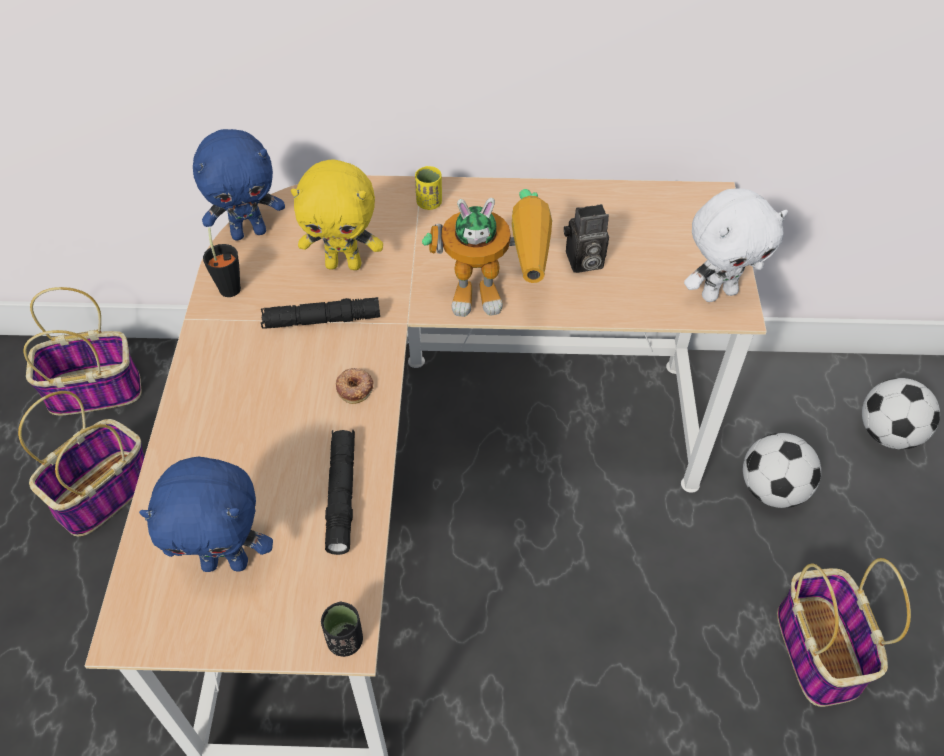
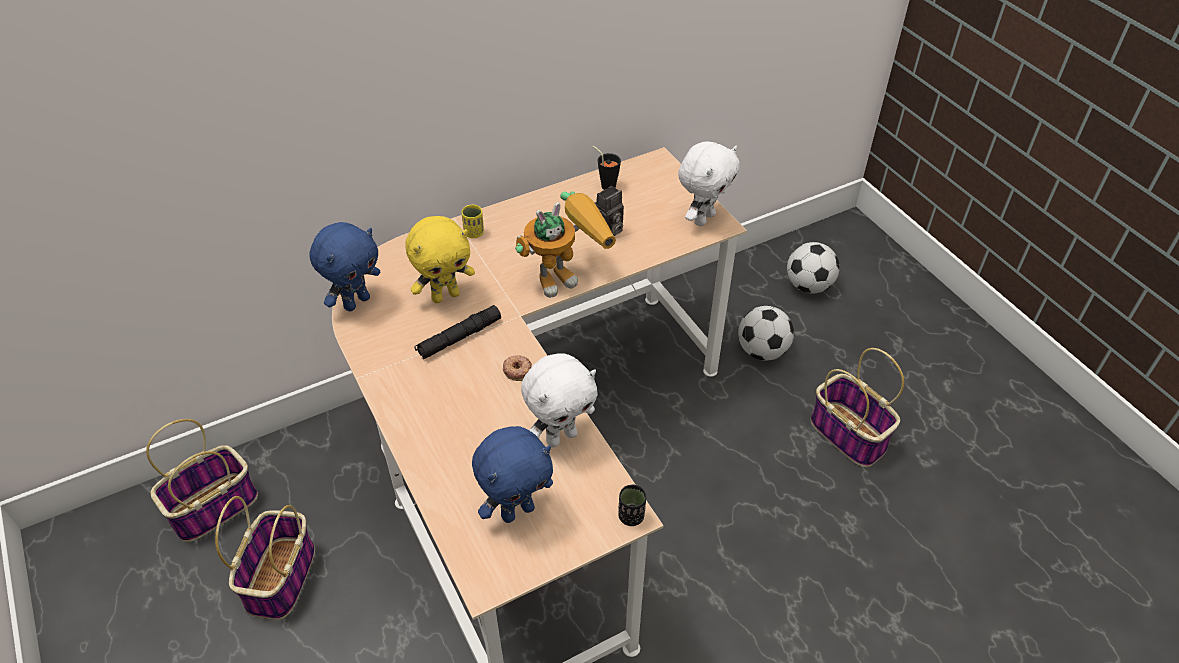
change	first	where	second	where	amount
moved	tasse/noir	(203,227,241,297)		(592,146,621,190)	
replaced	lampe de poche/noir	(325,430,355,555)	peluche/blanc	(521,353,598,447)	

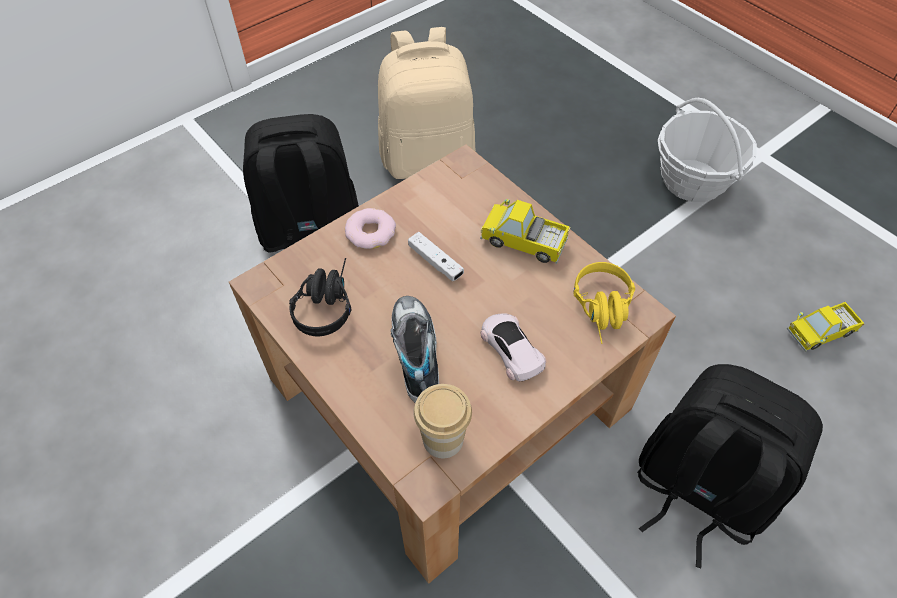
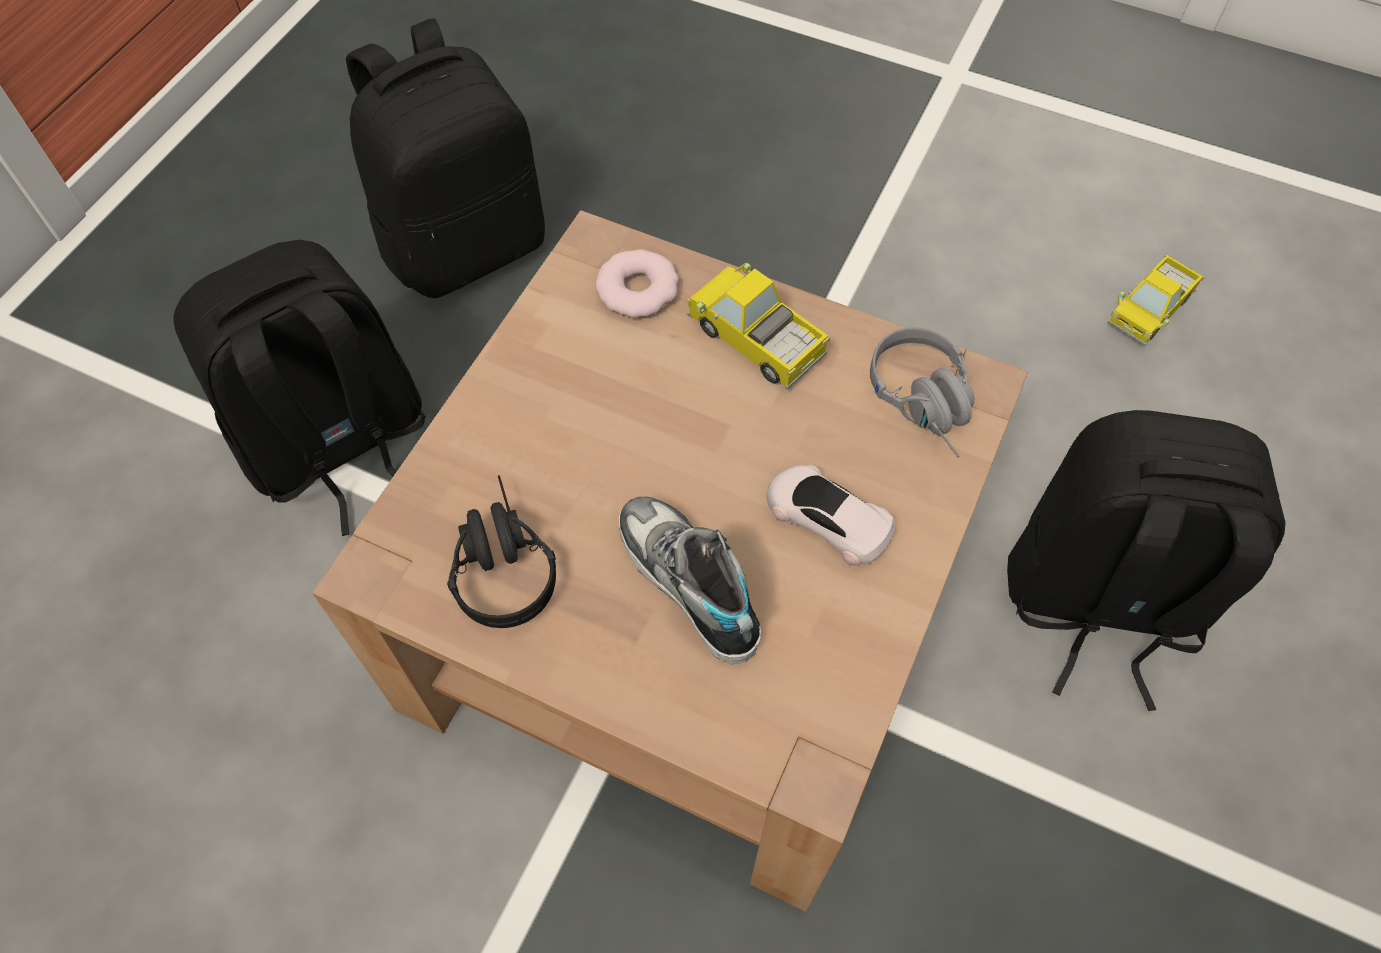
change	first	where	second	where	amount
moved	beignet	(345,208,396,249)		(595,249,679,318)	
recoloured	sac à dos/beige	(378,27,476,179)	sac à dos/noir	(346,18,545,298)	
removed	manette/blanc	(408,232,464,281)			
removed	tasse	(414,384,472,458)			
turned	camion jouet	(480,199,571,264)		(687,263,830,390)	45 degrees clockwise
recoloured	casque audio/jaune	(573,262,635,344)	casque audio/gris	(870,327,974,457)	
removed	panier	(658,98,757,202)			

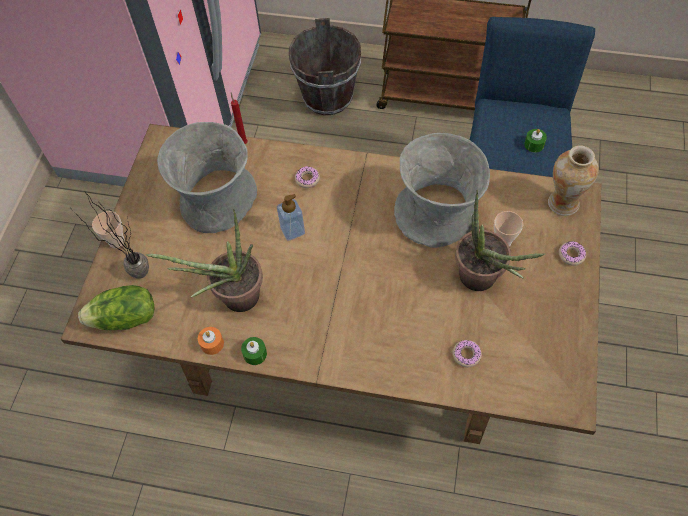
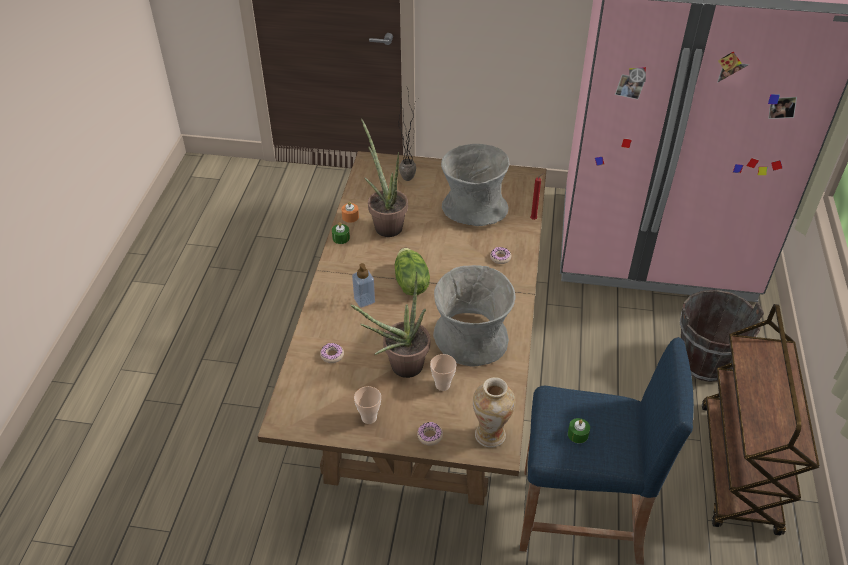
change	first	where	second	where	amount
moved	laitue	(78,285,154,330)		(395,248,430,295)	
moved	tasse	(92,211,125,248)		(354,386,381,424)	
moved	distributeur de savon	(277,194,305,241)		(352,263,375,308)	

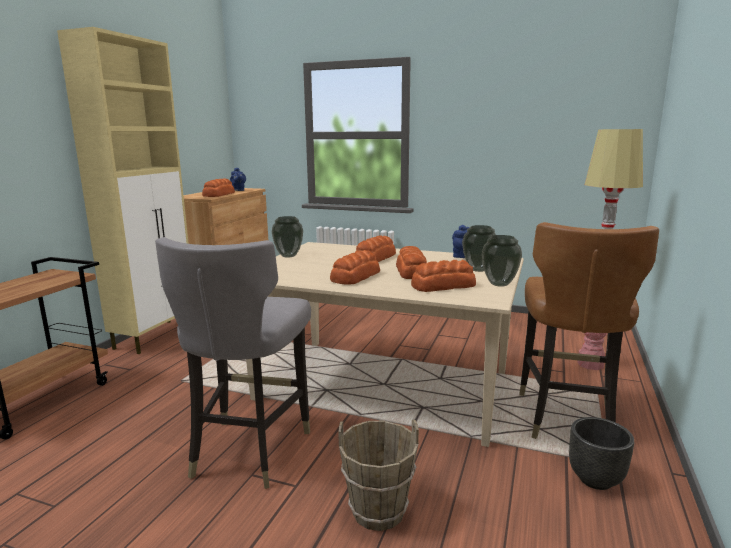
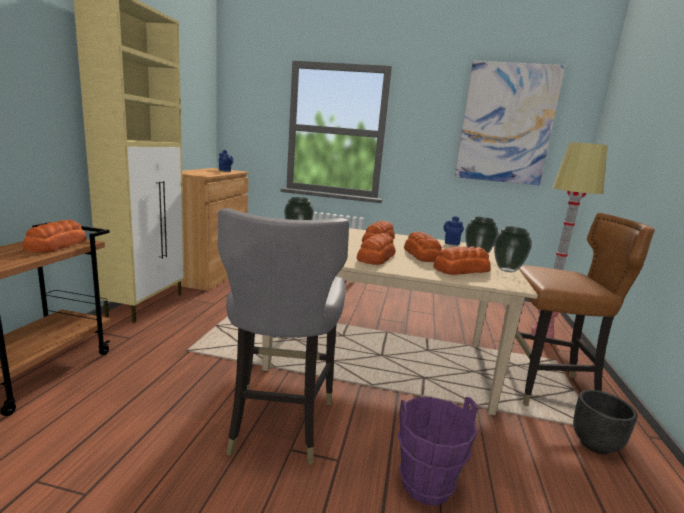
change	first	where	second	where	amount
moved	pain	(202,179,235,197)		(23,220,87,253)	
recoloured	seau/marron	(338,420,419,531)	seau/violet	(397,397,478,506)	
turned	chaise/marron	(519,222,659,439)		(515,213,655,406)	90 degrees counterclockwise
added			tableau	(455,61,566,185)	

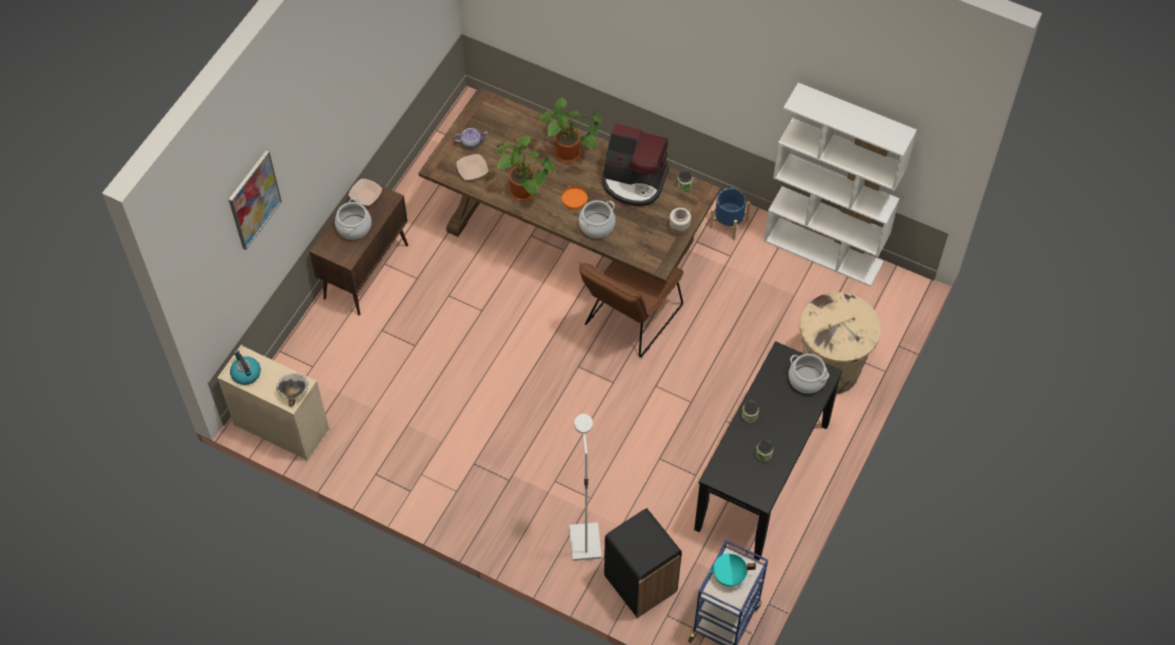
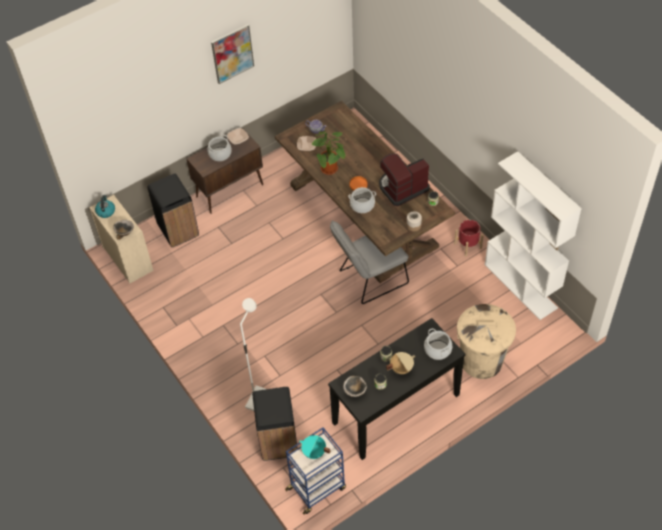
change	first	where	second	where	amount
moved	tableau	(229,150,282,250)		(211,24,254,84)	
removed	plante en pot	(537,98,602,163)			
recoloured	chaise/marron	(579,261,684,357)	chaise/gris	(330,220,409,304)	
turned	machine à café	(602,124,669,207)		(379,153,430,206)	105 degrees clockwise
recoloured	cache-pot/bleu	(710,188,750,240)	cache-pot/rouge	(454,220,484,257)	
added			poubelle/noir	(147,174,199,247)	
added			bol	(343,376,367,397)	
added			marmite/beige	(386,352,415,374)	

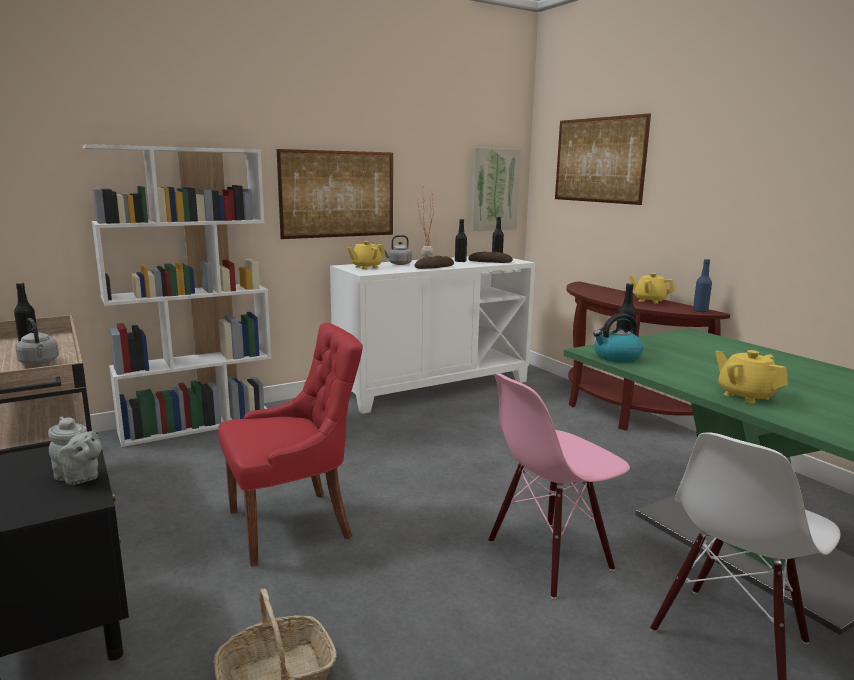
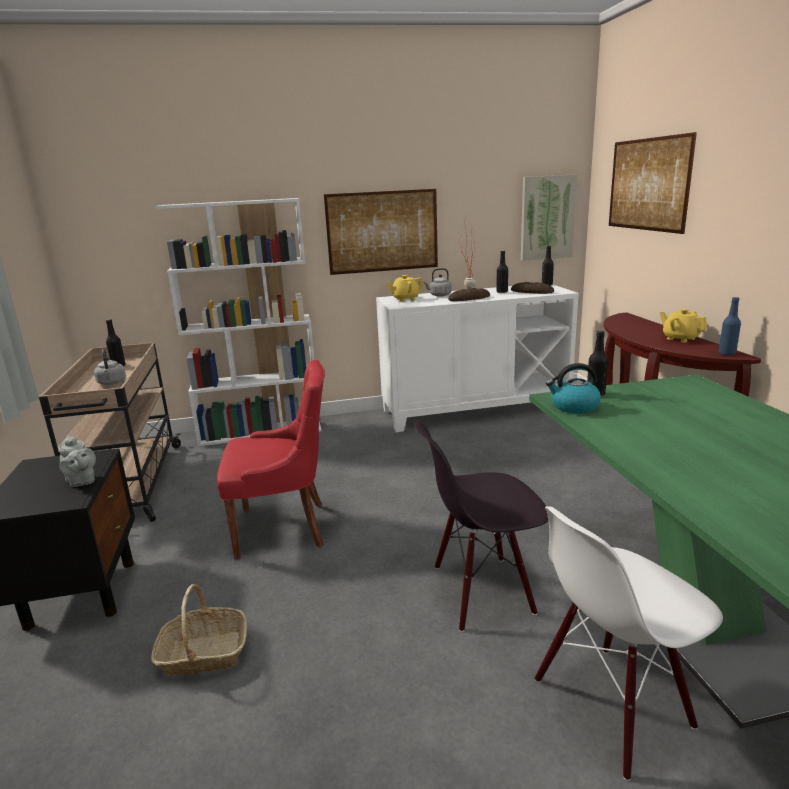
change	first	where	second	where	amount
recoloured	chaise/rose	(488,373,630,599)	chaise/noir	(414,421,549,632)	
removed	théière/jaune	(715,350,788,404)			

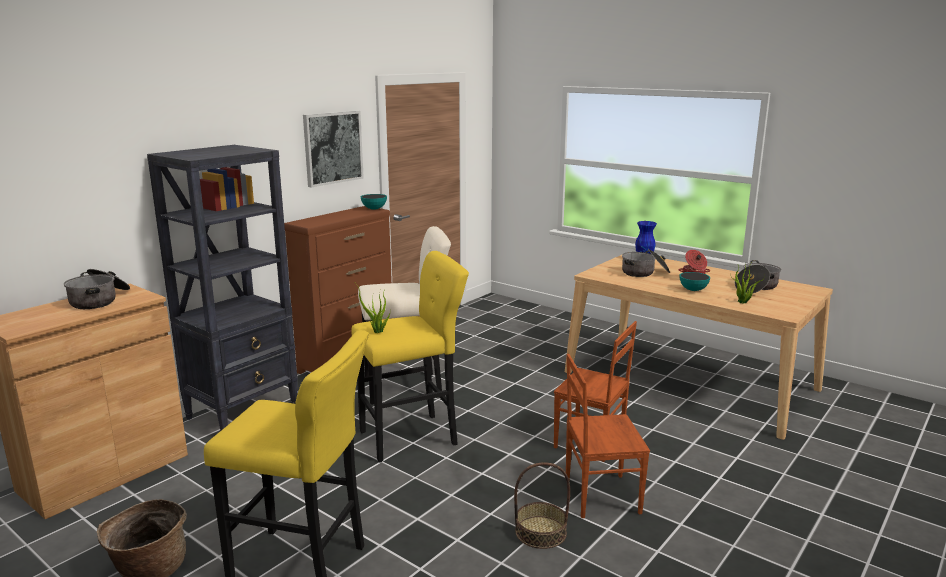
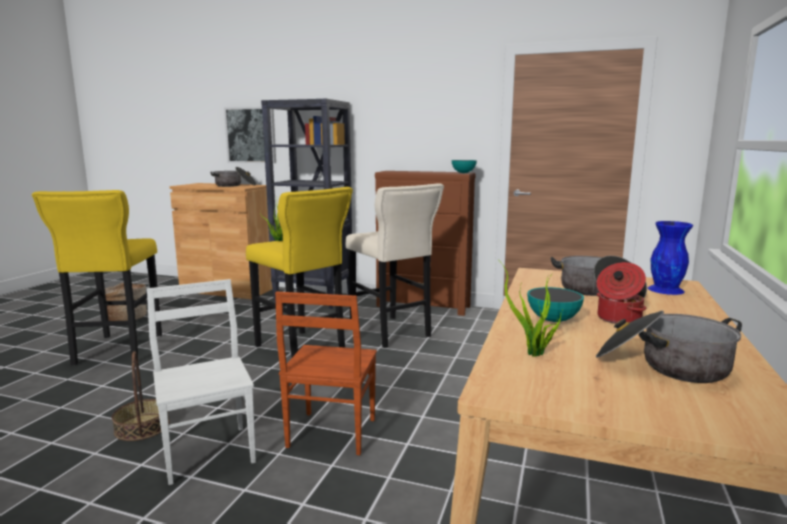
change	first	where	second	where	amount
moved	tableau	(303,111,364,187)		(224,107,276,163)	
recoloured	chaise/marron	(566,354,650,518)	chaise/blanc	(147,279,256,485)	

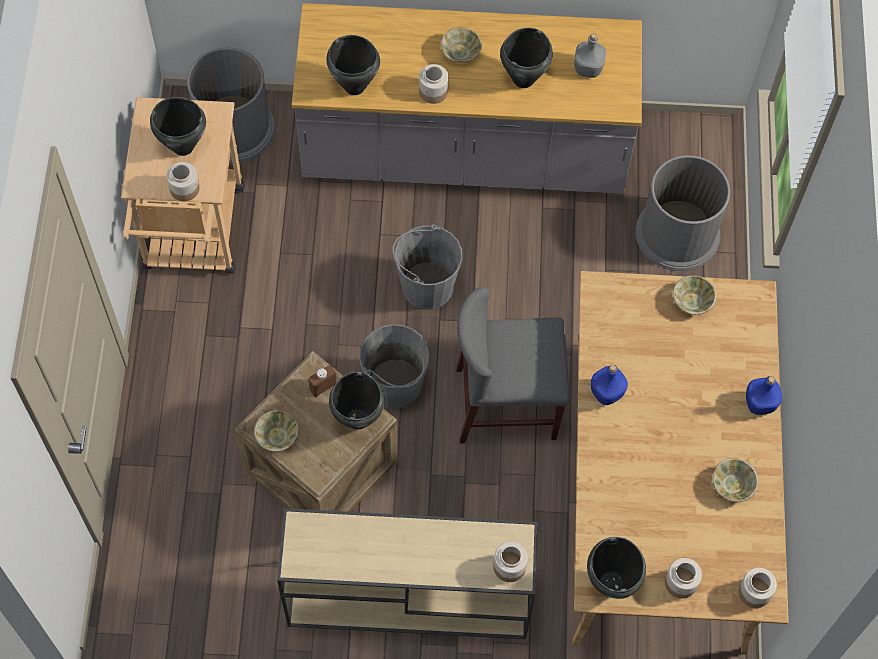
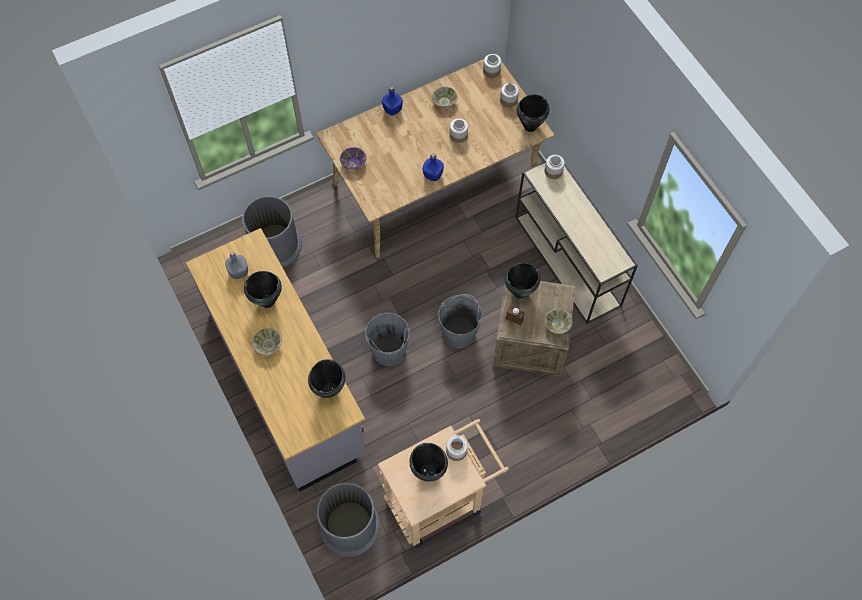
change	first	where	second	where	amount
moved	bocal	(419,64,449,104)		(450,118,468,143)	
removed	chaise/gris	(456,287,570,443)			
recoloured	bol/beige	(673,275,717,315)	bol/violet	(340,147,366,170)	

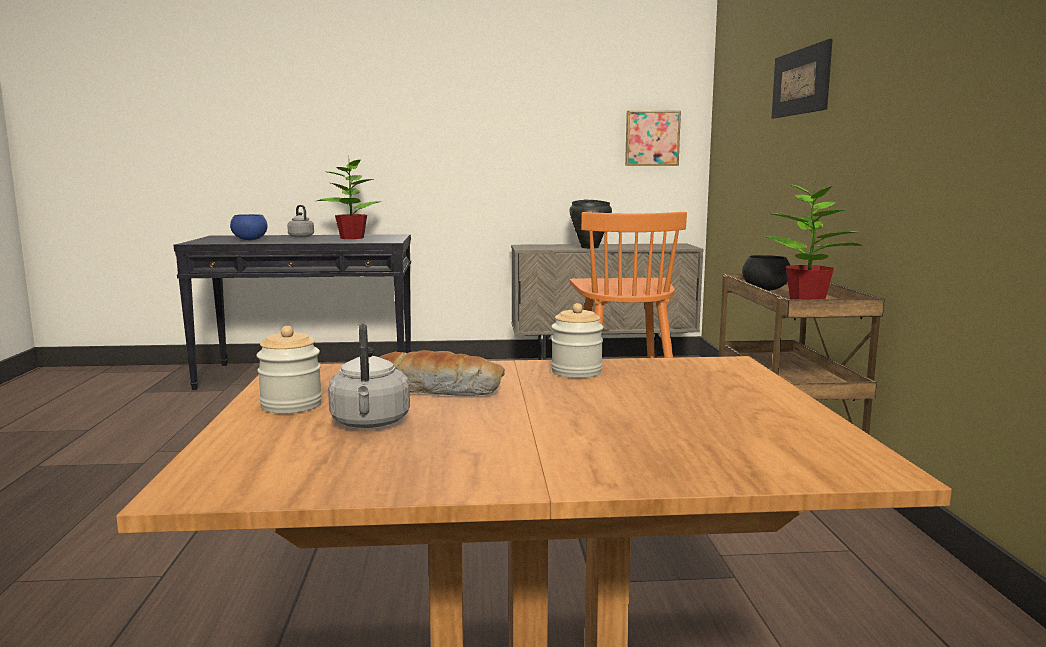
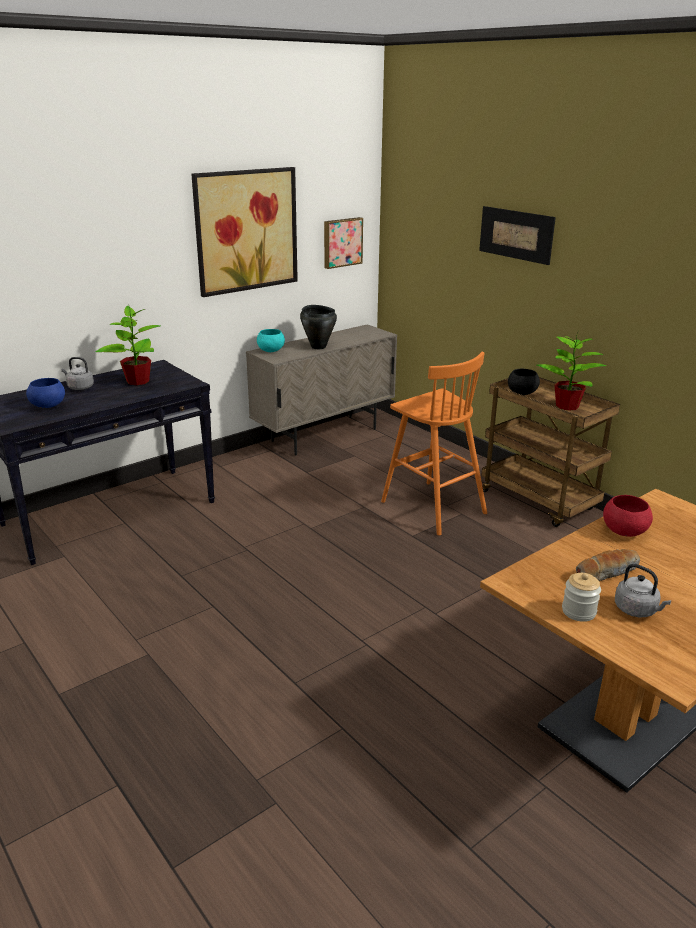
change	first	where	second	where	amount
replaced	bocal	(551,303,603,378)	bol/rouge	(603,495,653,537)	
added			tableau	(191,167,298,297)	
added			bol/turquoise	(257,329,285,352)	

